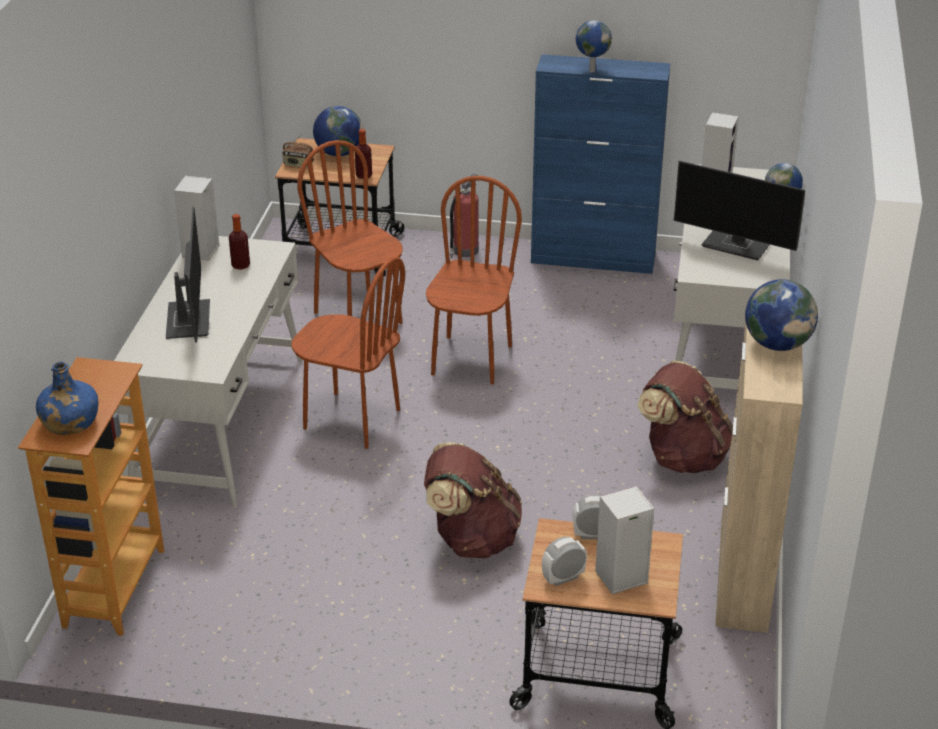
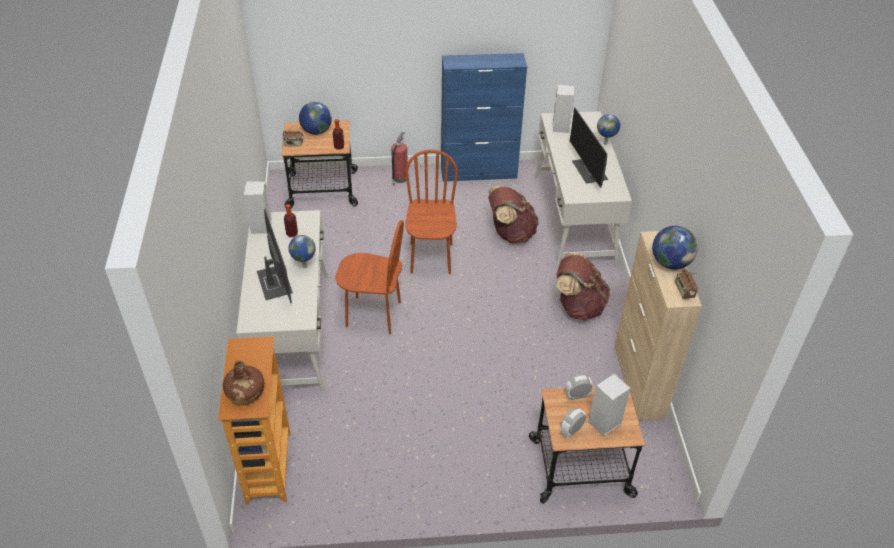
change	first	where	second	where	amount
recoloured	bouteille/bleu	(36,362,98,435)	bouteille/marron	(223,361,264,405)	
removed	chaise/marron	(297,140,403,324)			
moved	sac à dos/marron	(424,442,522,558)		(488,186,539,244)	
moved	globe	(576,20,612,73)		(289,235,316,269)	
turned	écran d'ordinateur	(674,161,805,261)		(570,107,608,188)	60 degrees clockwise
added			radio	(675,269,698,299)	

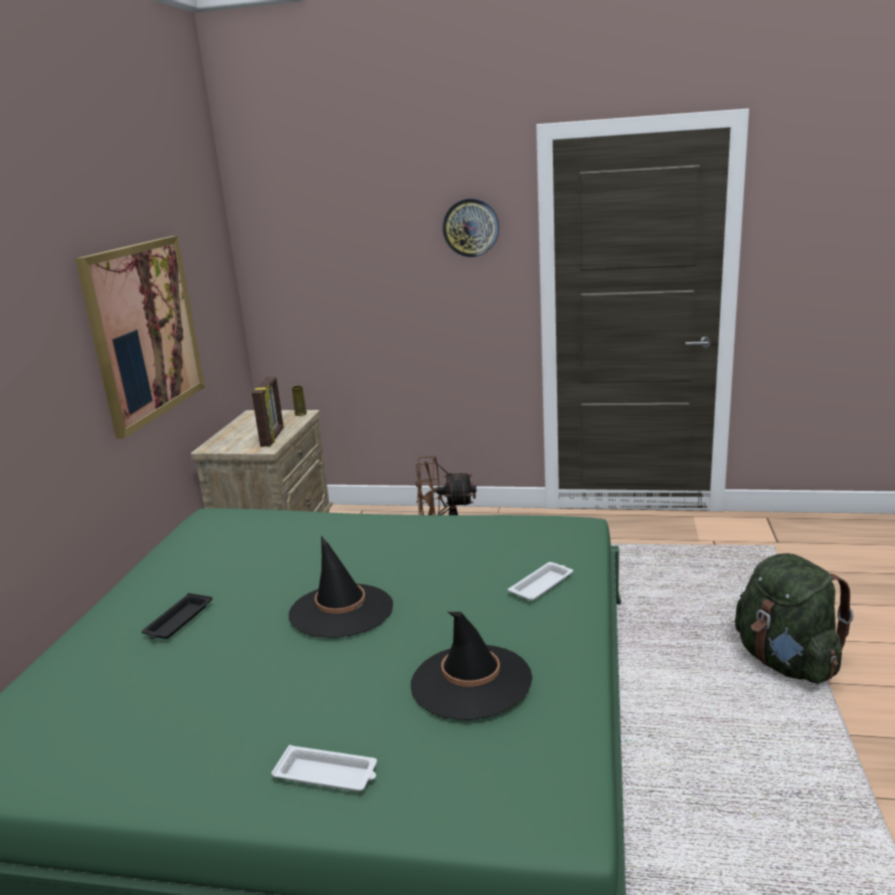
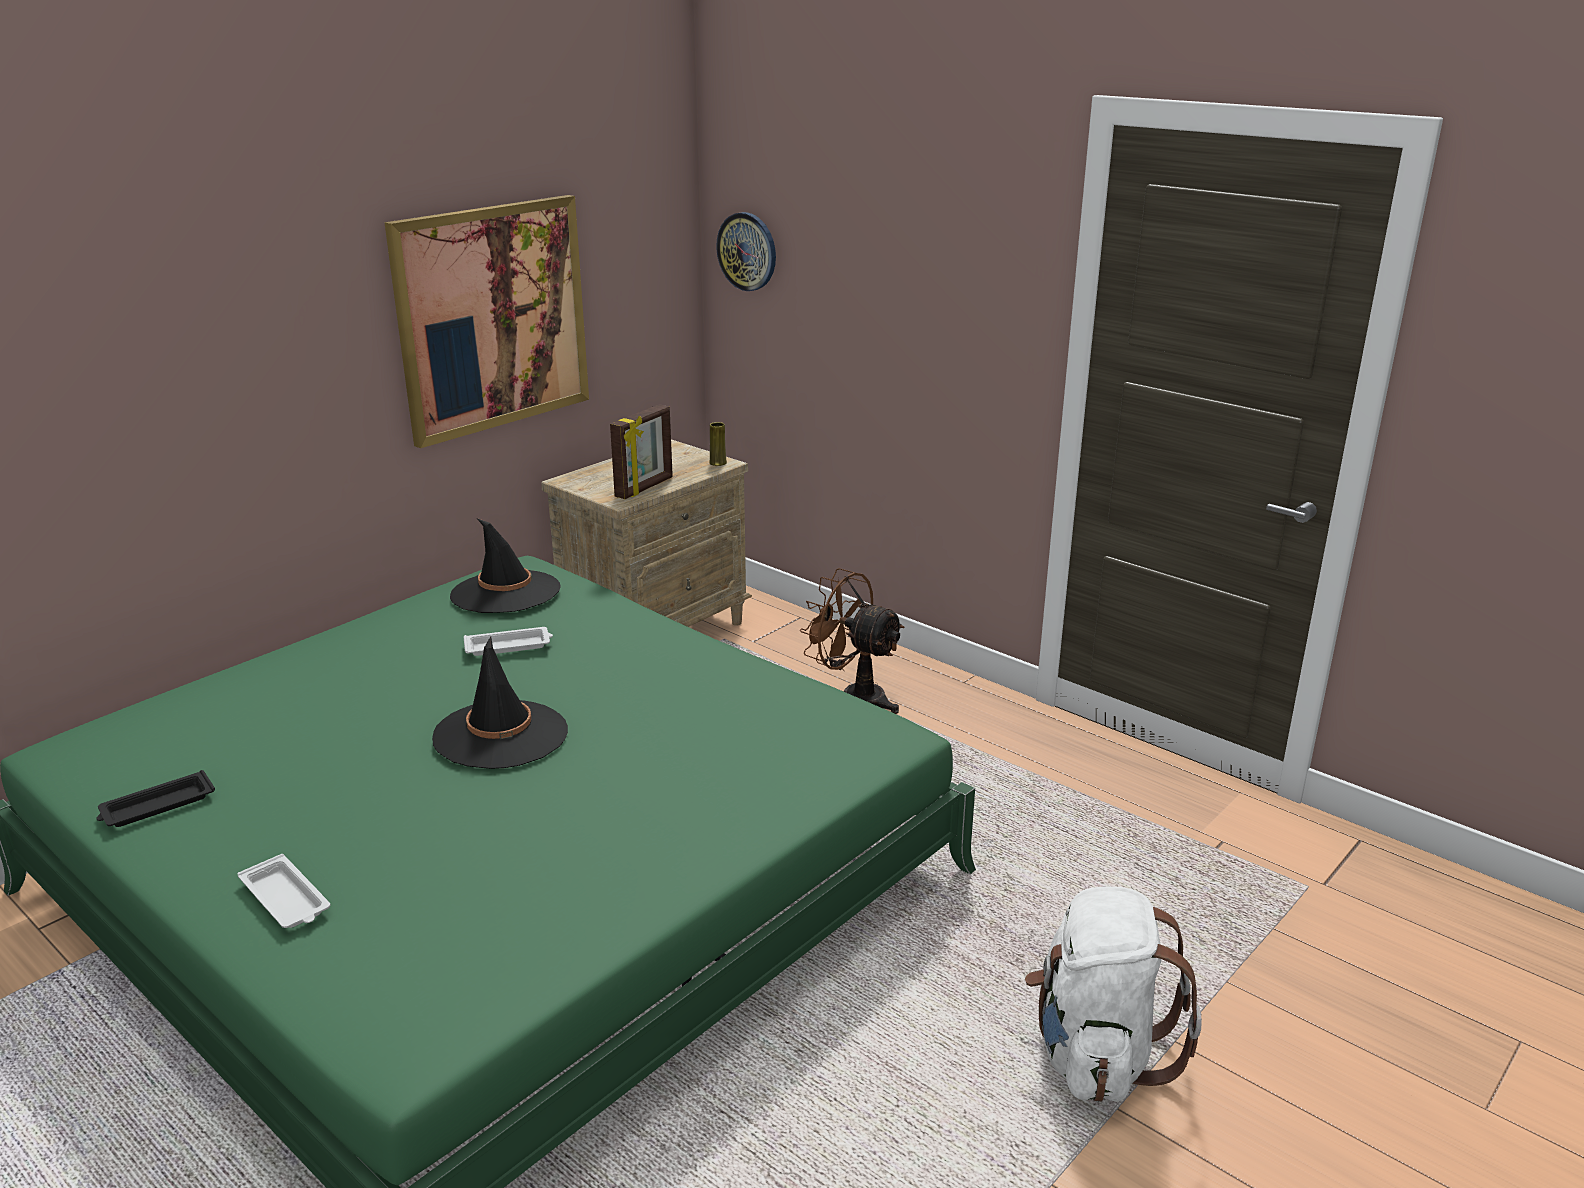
change	first	where	second	where	amount
moved	plateau/noir	(142,593,212,639)		(97,770,215,827)	
moved	chapeau/noir	(411,612,533,720)		(450,518,561,613)	
moved	horloge murale	(443,198,499,257)		(716,212,776,291)	
moved	plateau/blanc	(508,562,573,601)		(464,627,553,656)	
recoloured	sac à dos/vert	(735,553,853,684)	sac à dos/blanc	(1025,886,1202,1102)	

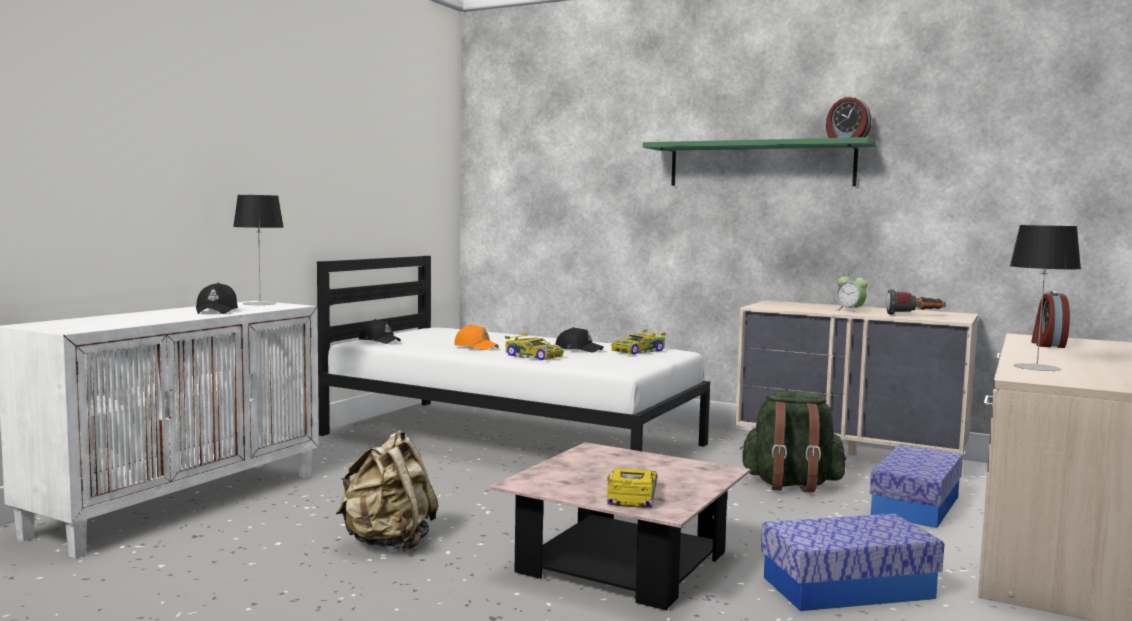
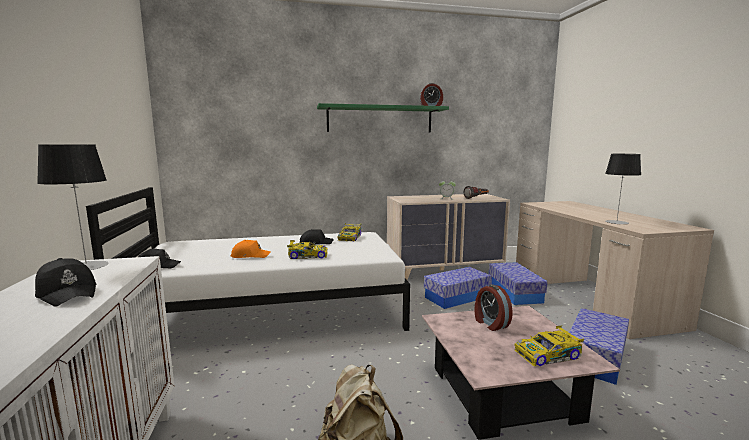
change	first	where	second	where	amount
turned	petite voiture	(607,468,657,508)		(514,325,584,366)	75 degrees counterclockwise
replaced	sac à dos/vert	(740,391,846,493)	boîte de rangement	(424,267,492,309)	
moved	réveil	(1031,291,1070,348)		(475,284,513,331)	

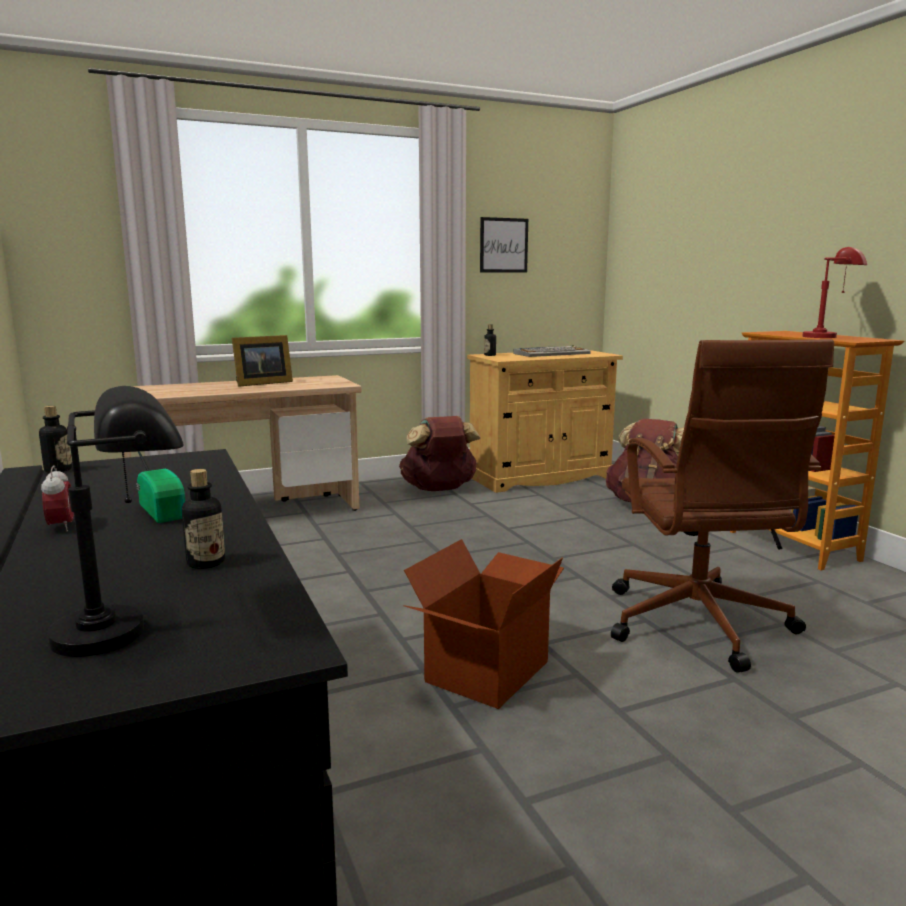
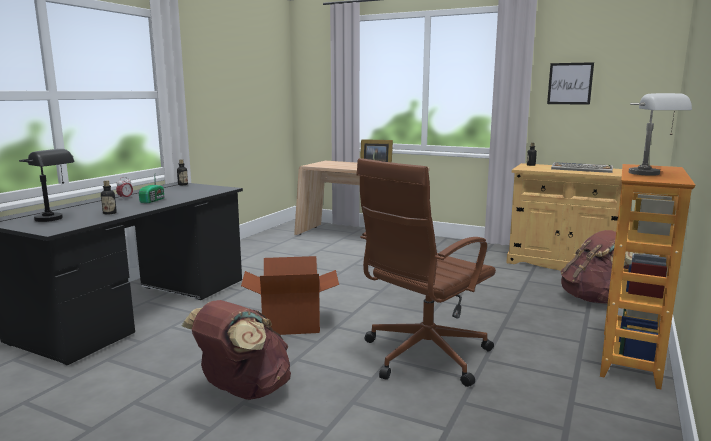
change	first	where	second	where	amount
moved	sac à dos/marron	(399,416,480,491)		(182,300,291,400)	
recoloured	lampe de table/rouge	(803,247,867,338)	lampe de table/gris	(629,93,692,176)	

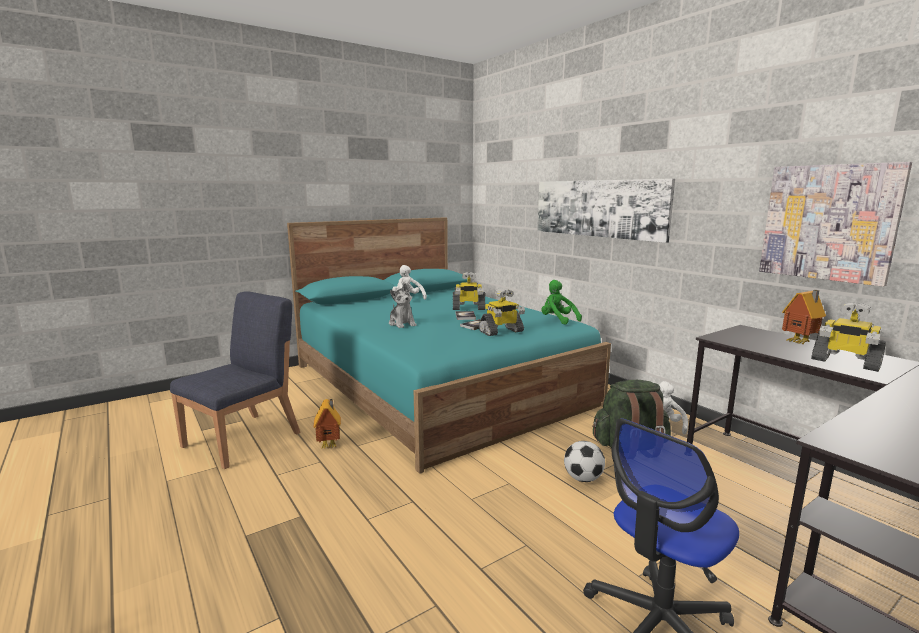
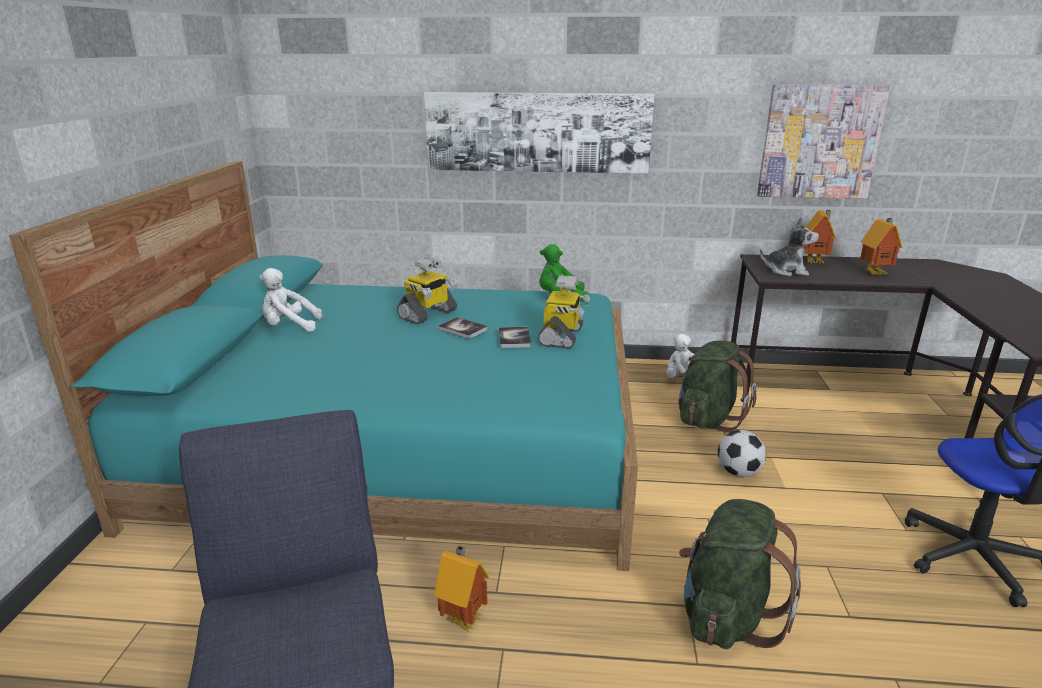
change	first	where	second	where	amount
moved	peluche	(389,283,417,328)		(760,217,819,276)	
replaced	robot jouet	(811,302,886,372)	maison miniature	(860,218,902,275)	
added			sac à dos/vert	(679,499,801,649)	

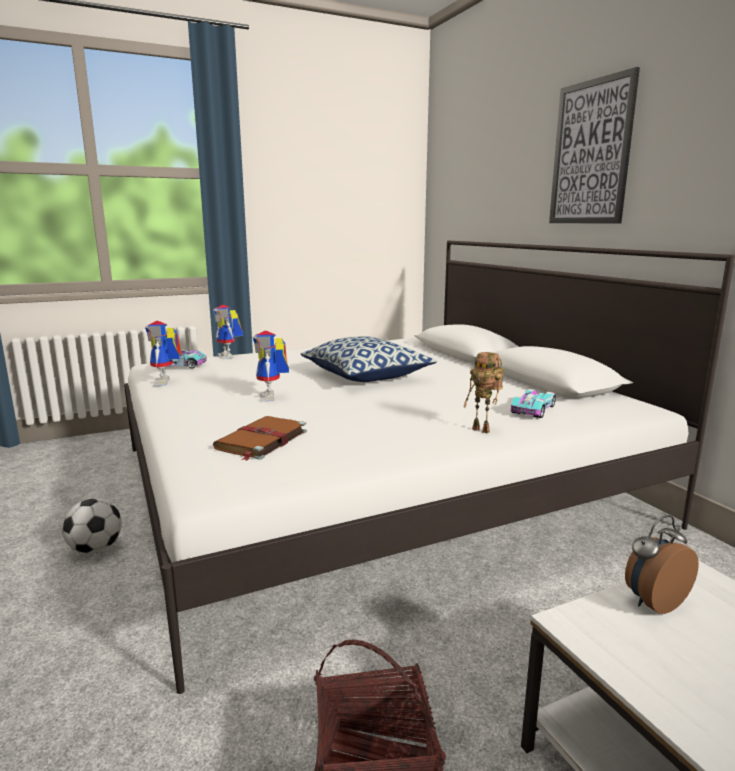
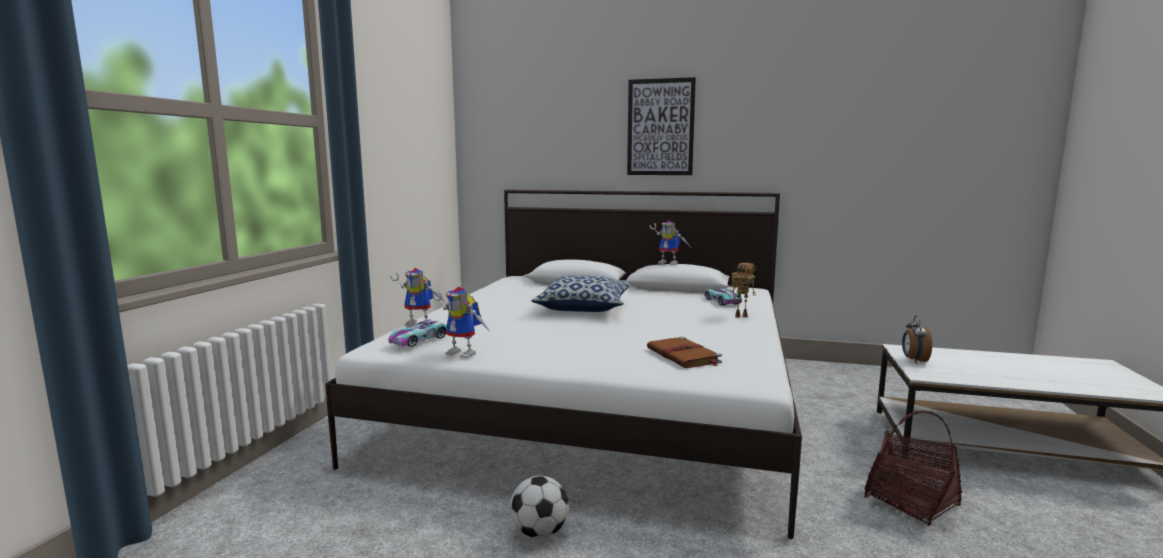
change	first	where	second	where	amount
moved	robot jouet	(253,331,289,402)		(650,220,690,265)	

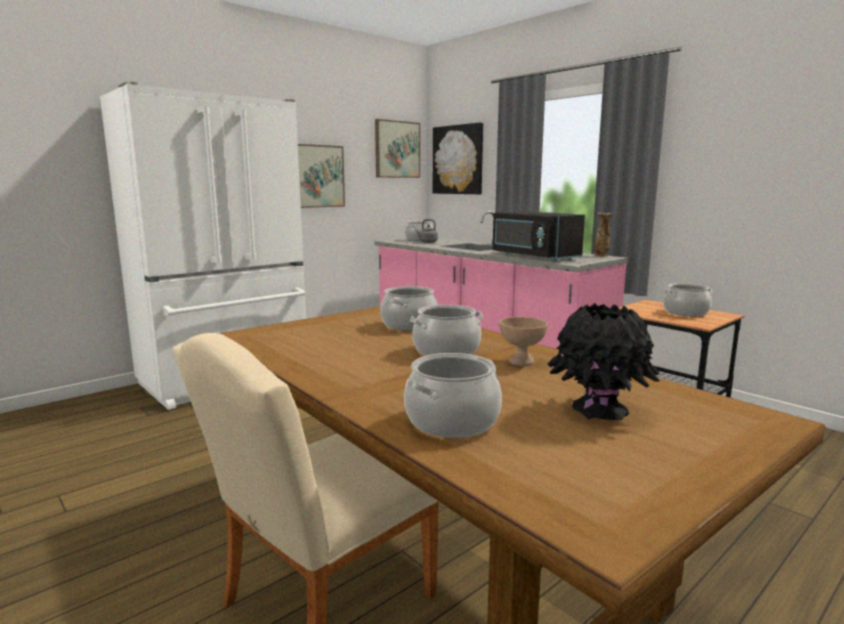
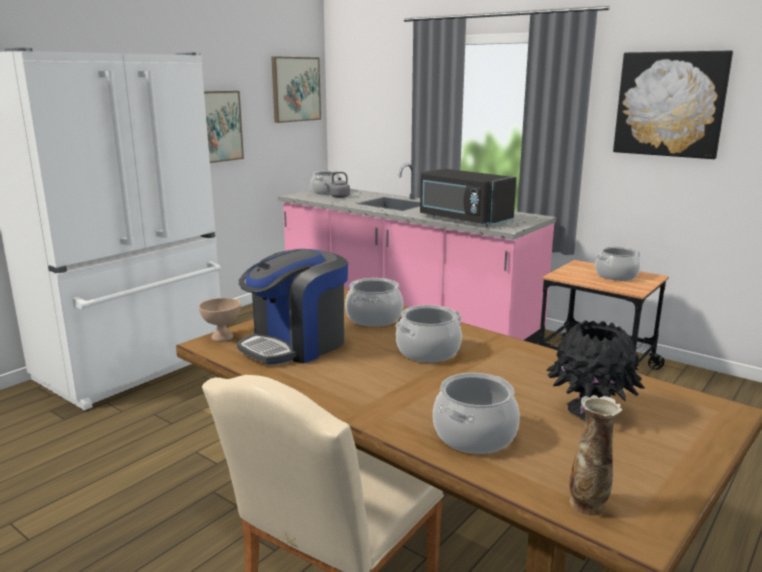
change	first	where	second	where	amount
moved	tableau	(433,122,483,194)		(613,51,733,159)	
moved	bol/beige	(499,317,548,366)		(199,298,241,342)	
moved	vase	(594,213,612,257)		(569,395,622,516)	
added			machine à café	(237,249,348,364)	

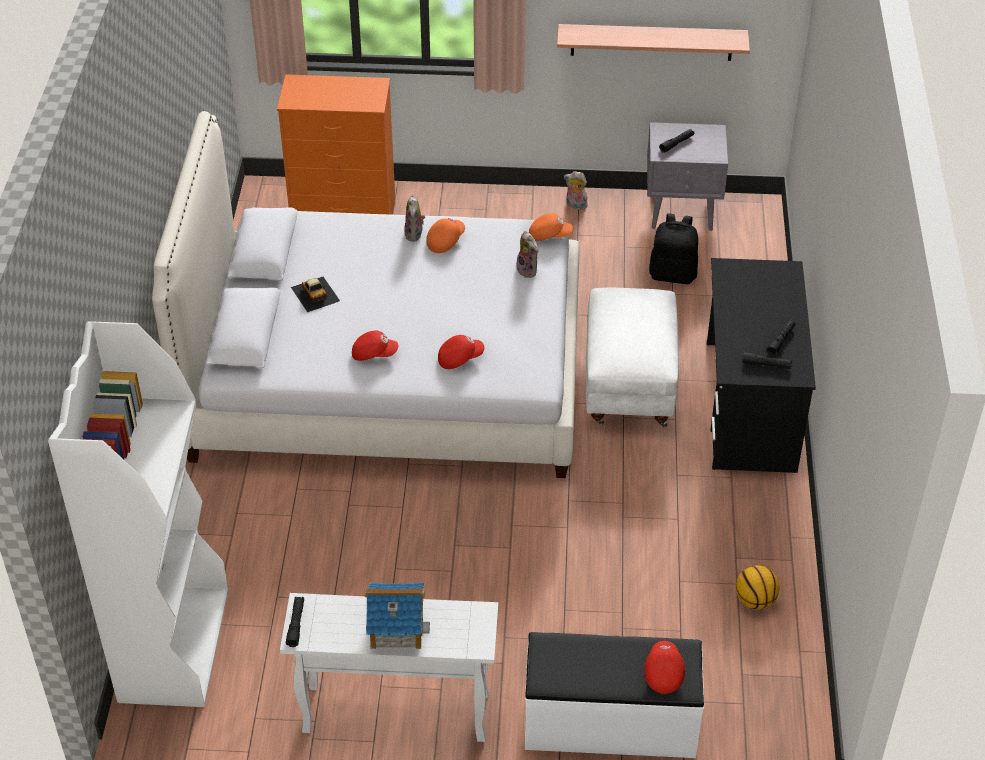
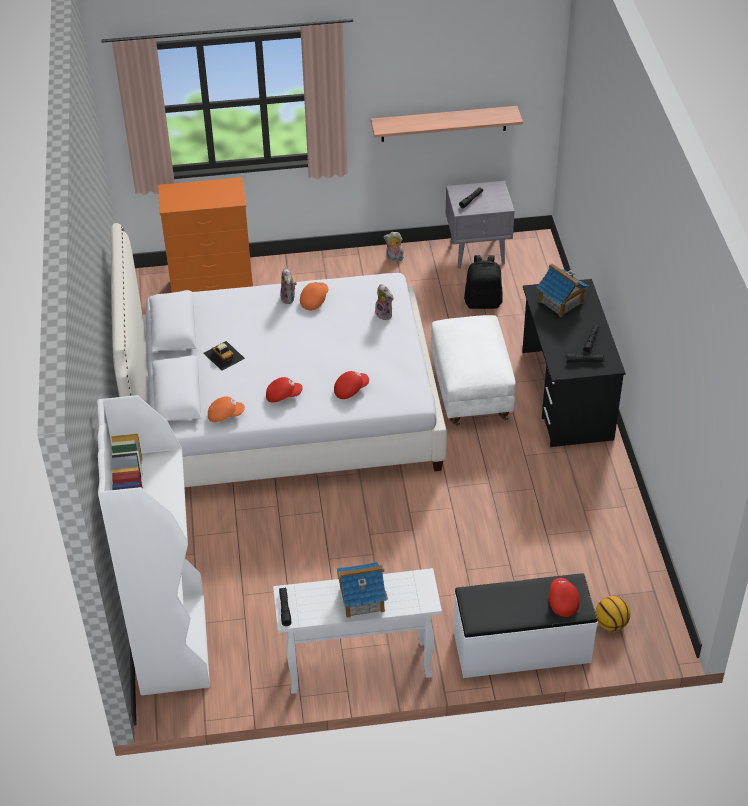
change	first	where	second	where	amount
moved	casquette/orange	(529,213,573,241)		(208,396,245,422)	
moved	ballon de basket	(736,565,780,609)		(595,596,630,632)	
added			maison miniature	(536,263,589,317)	

